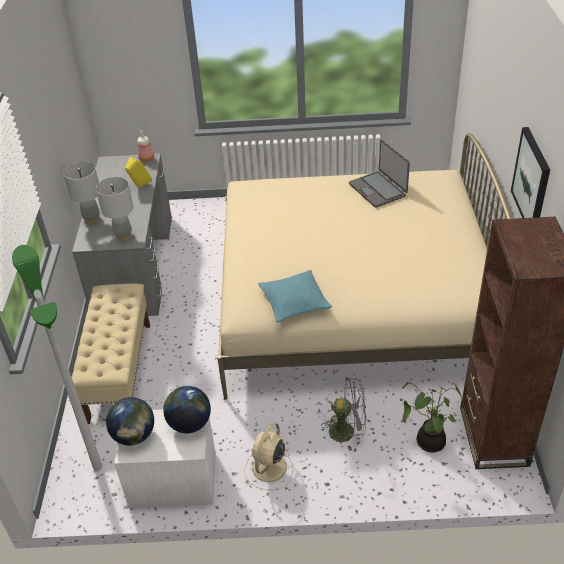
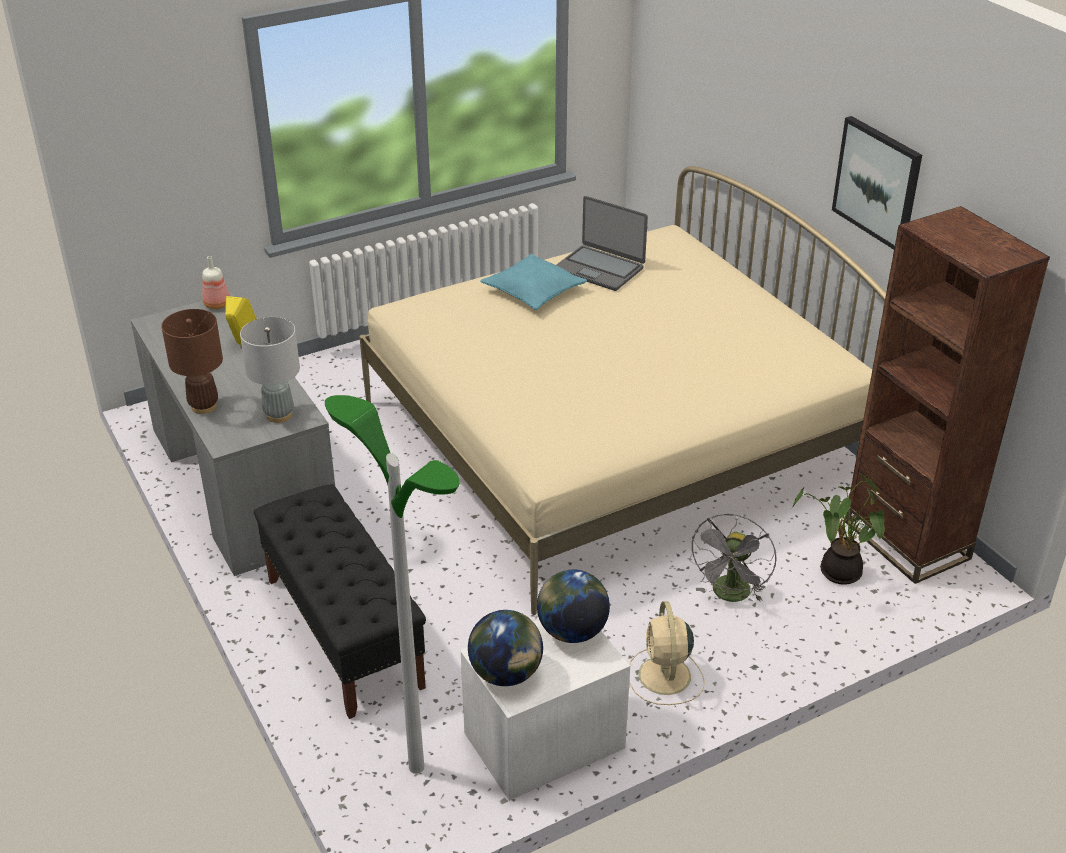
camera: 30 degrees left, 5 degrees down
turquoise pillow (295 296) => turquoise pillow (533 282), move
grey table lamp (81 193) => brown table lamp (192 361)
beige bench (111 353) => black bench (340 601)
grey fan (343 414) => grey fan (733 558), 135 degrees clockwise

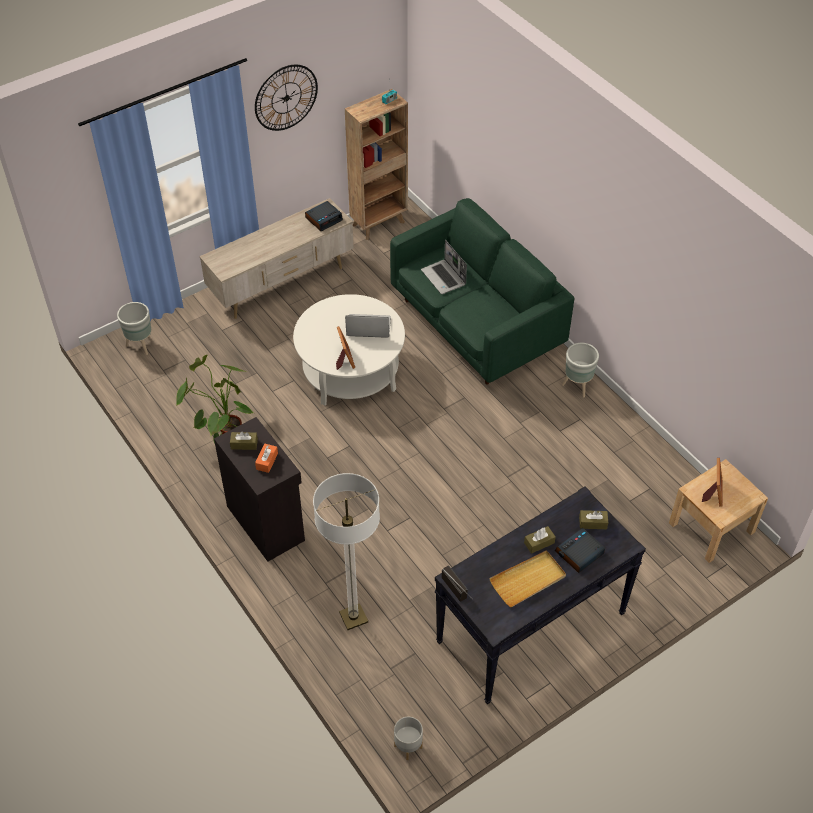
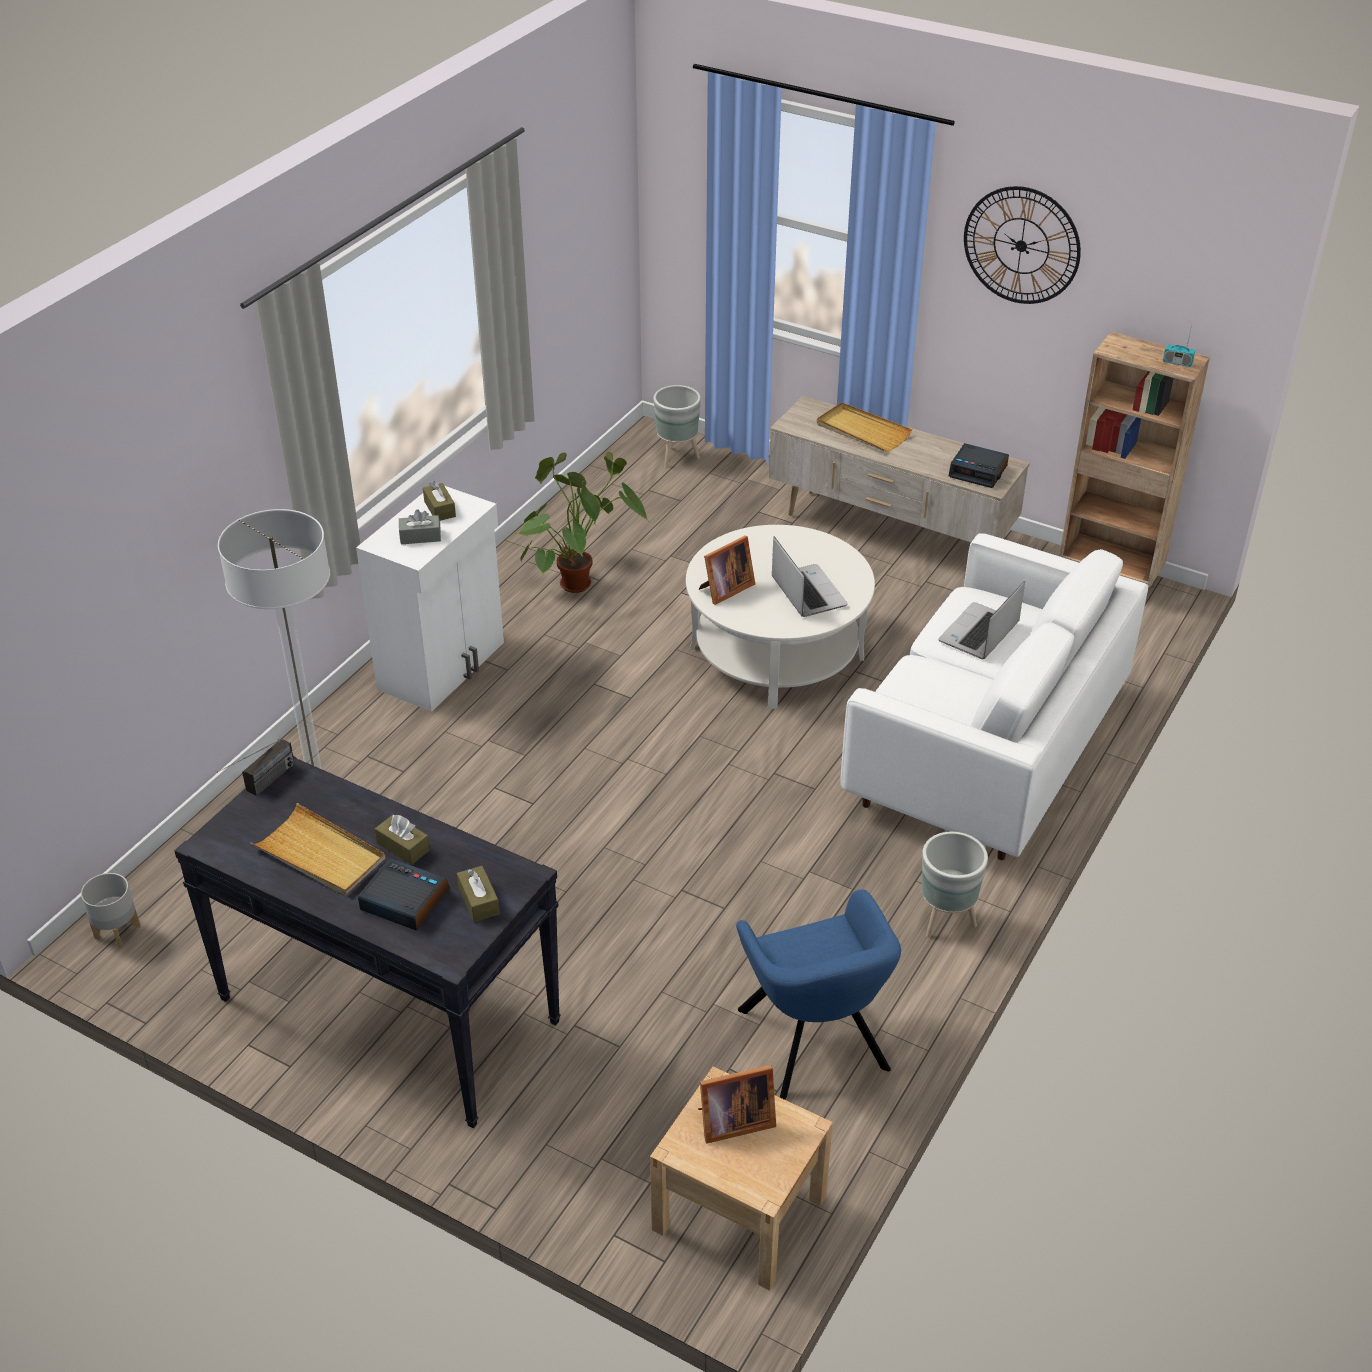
camera: 65 degrees right, 10 degrees down
nothing => blue armchair (818 994)
nothing => beige tray (864 427)
black cabinet (259 489) => white cabinet (430 599)
orange tissue box (266 458) => grey tissue box (420 526)
green sofa (482 291) => white sofa (994 696)

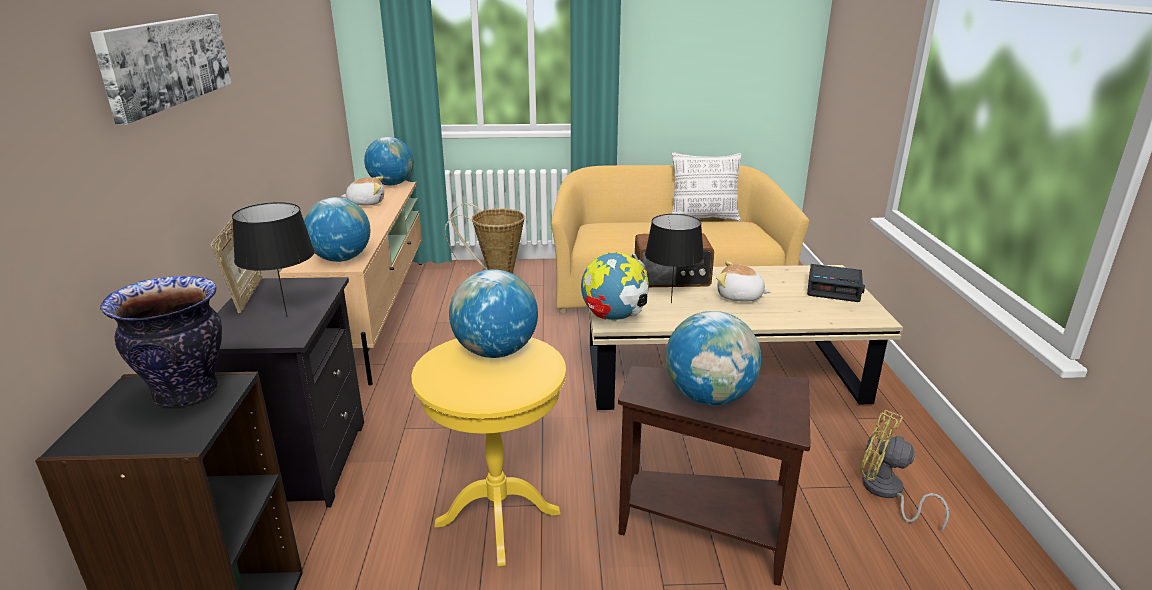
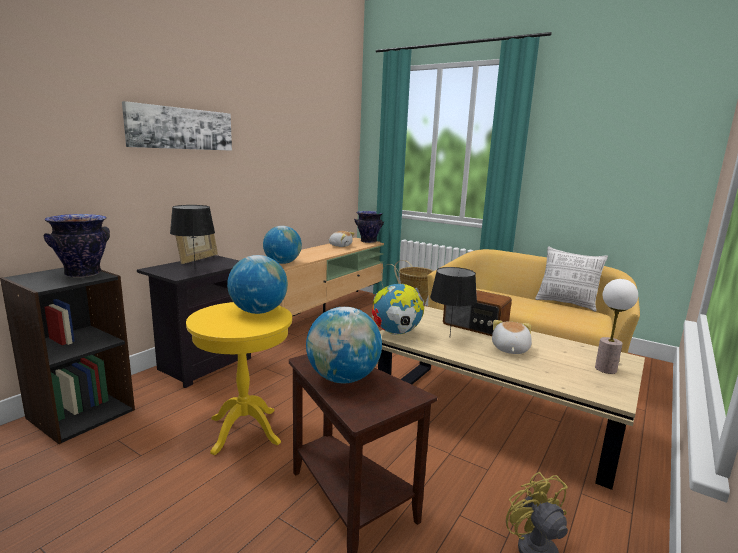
camera: 35 degrees right, 10 degrees down
globe (389 161) => vase (369 227)
alarm clock (836 283) => table lamp (616 326)
plush toy (743 281) => plush toy (512 337), 45 degrees clockwise

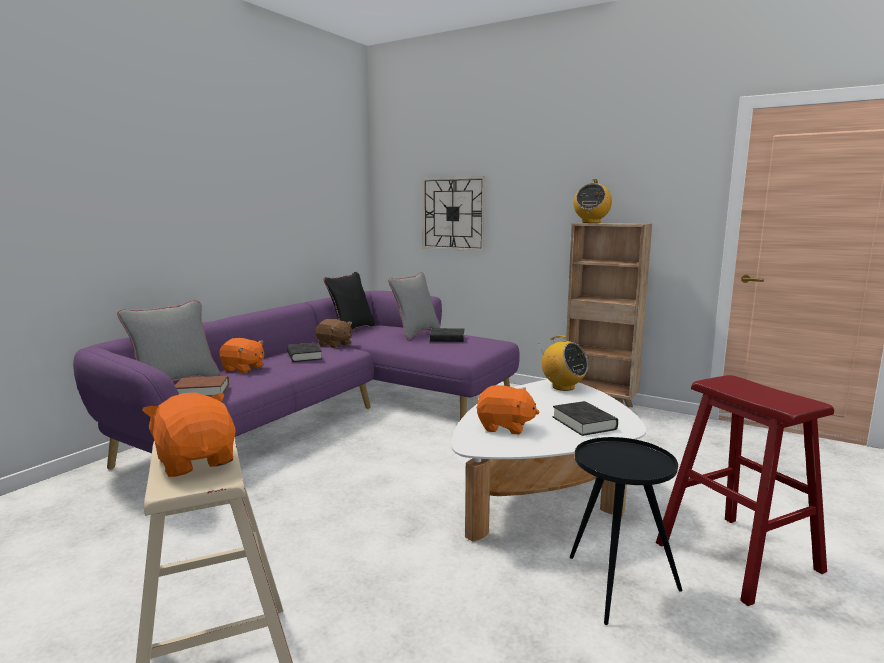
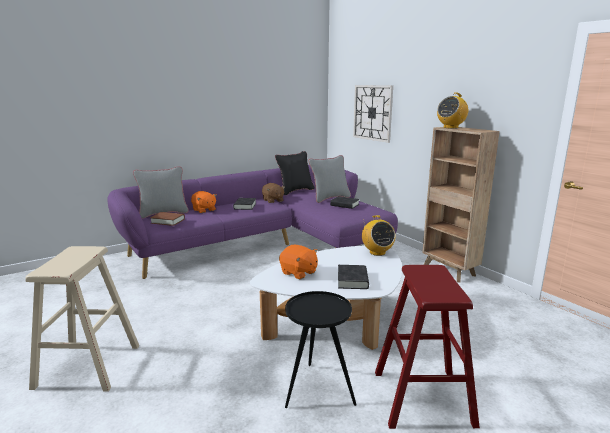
camera: 25 degrees right, 5 degrees up
orange plush toy (189 435) => nothing

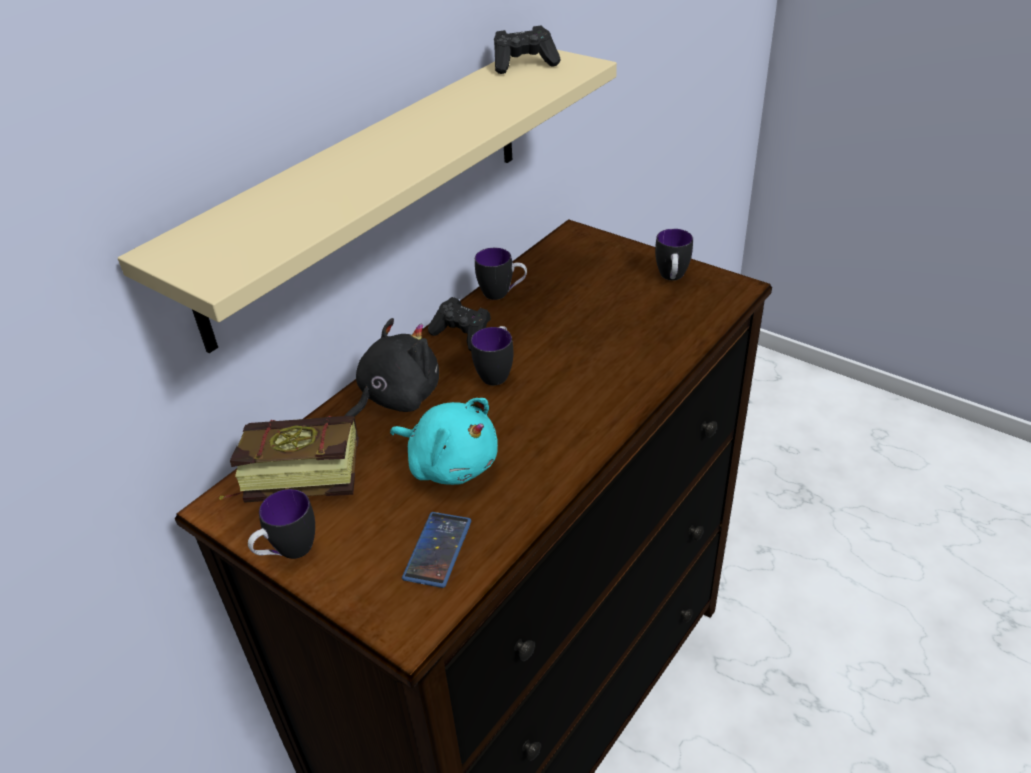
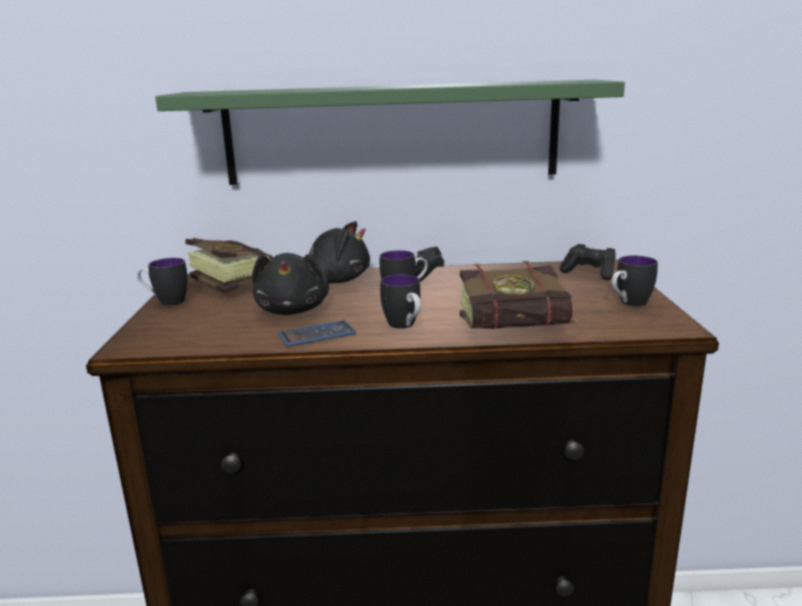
camera: 50 degrees right, 20 degrees down
nothing => book (518 295)
phone (436 550) => phone (317 333), move
mug (501 274) => mug (400 301), move
black game controller (527 49) => black game controller (588 262), move
beige shelf (367 201) => green shelf (390 132)
turquoise plush toy (444 441) => black plush toy (290 284)

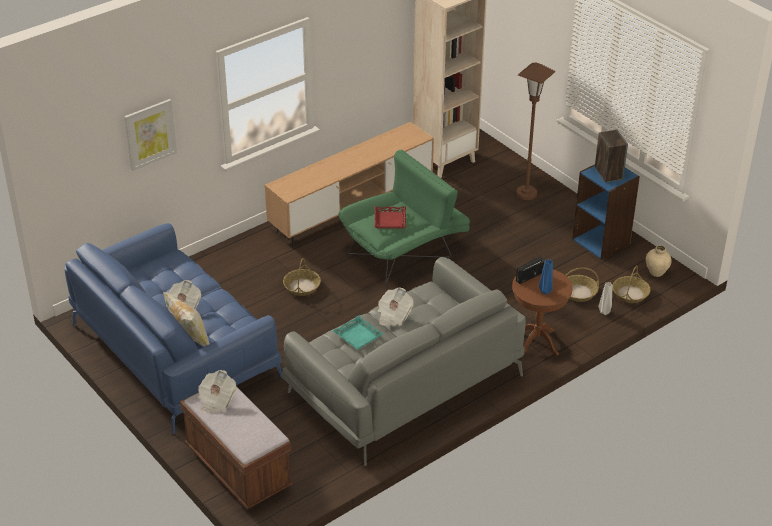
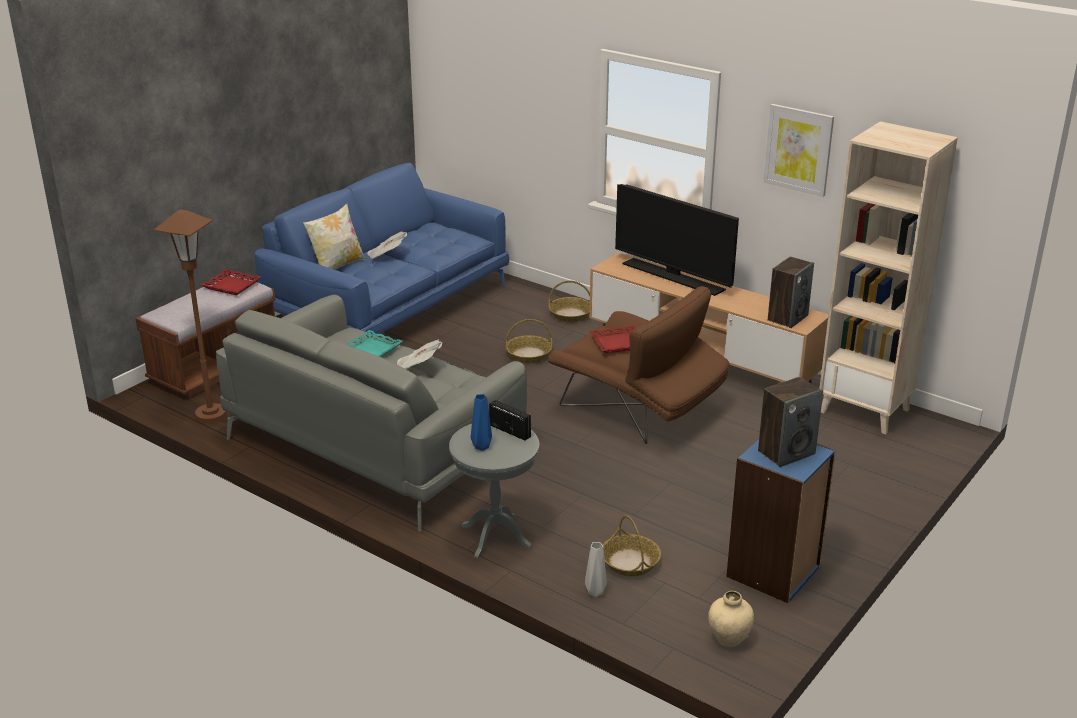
camera: 75 degrees right, 10 degrees down
nothing => television (677 240)
nothing => speaker (791 292)
picture (150 135) => picture (798 150), move
brown floor lamp (536 131) => brown floor lamp (190 316), move
basket (631 284) => basket (569 301), move
newspaper (217 391) => red tray (231 282)
green armchair (404 217) => brown armchair (639 365)
brown side table (542 312) => grey side table (494 491)

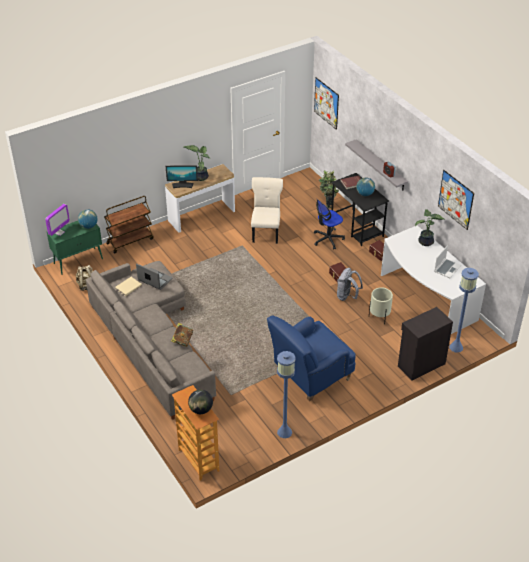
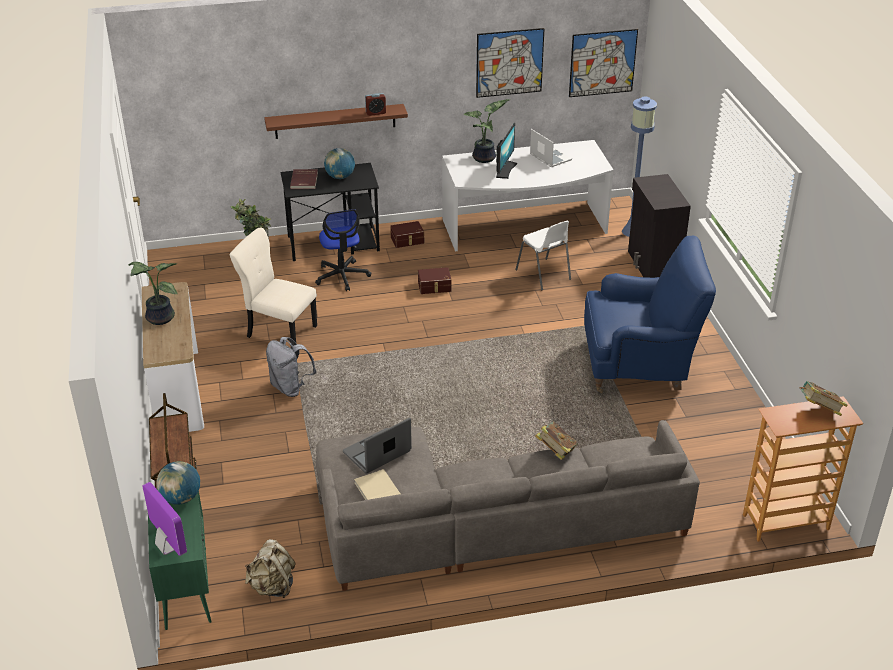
camera: 70 degrees left, 5 degrees down
blue floor lamp (286 394) => nothing
monitor (182 176) => monitor (506 151), move
picture (326 103) => picture (603 63), move
grey backpack (350 284) => grey backpack (291 367), move
globe (200 402) => book (823 398)
beige planter (381 306) => white chair (543 255)
grey shelf (376 165) => brown shelf (336 121)
blue armchair (311 358) => blue armchair (650 314), 75 degrees counterclockwise

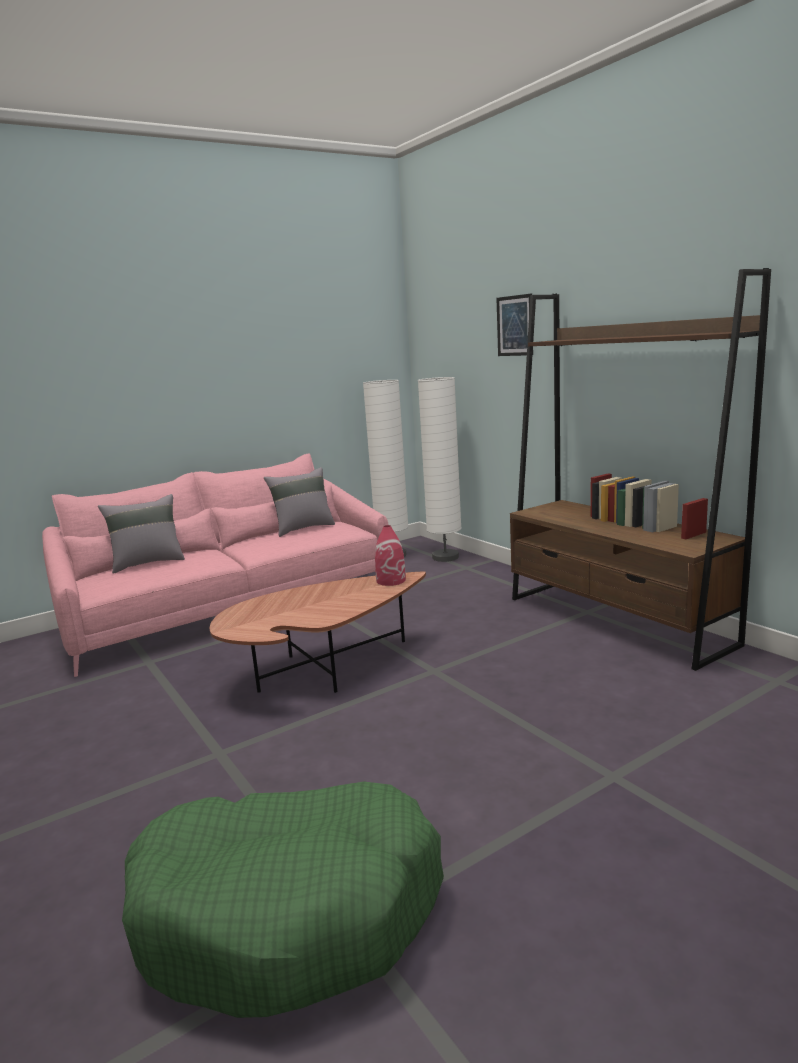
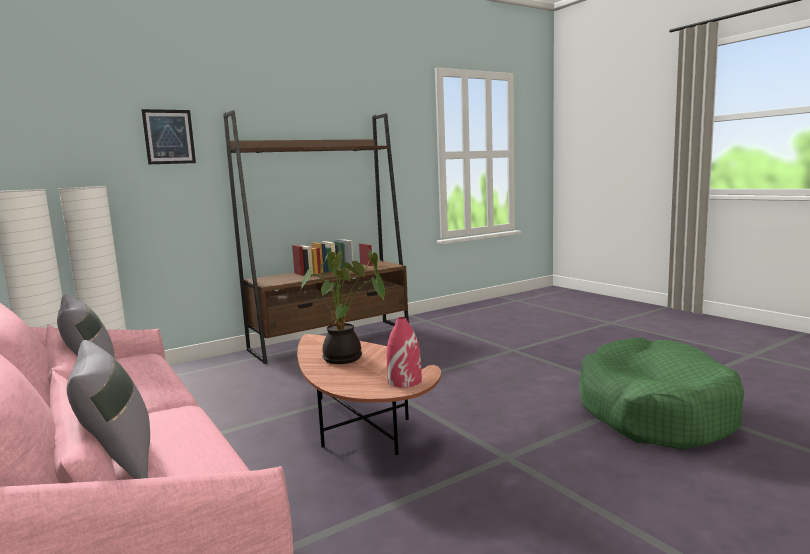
camera: 90 degrees left, 5 degrees down
nothing => potted plant (343 307)
red vase (390 555) => red vase (404 352), move

